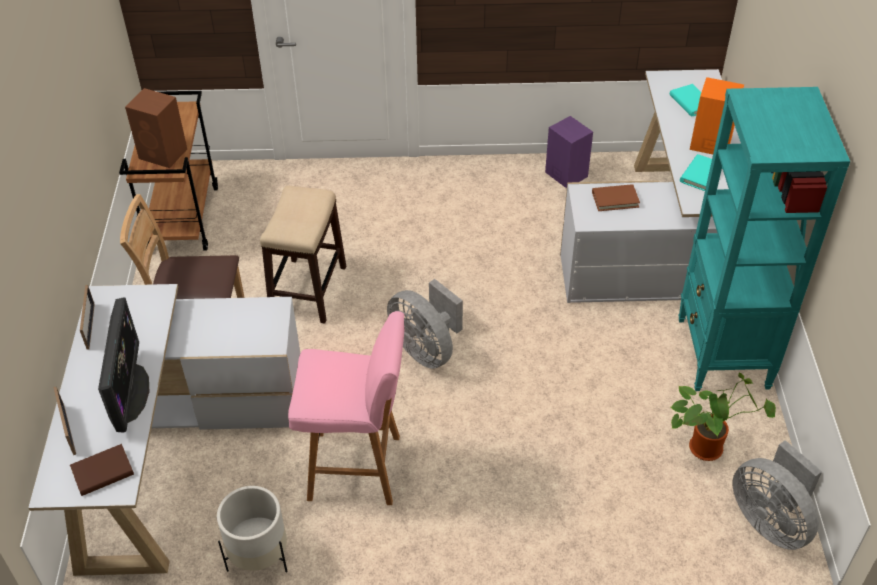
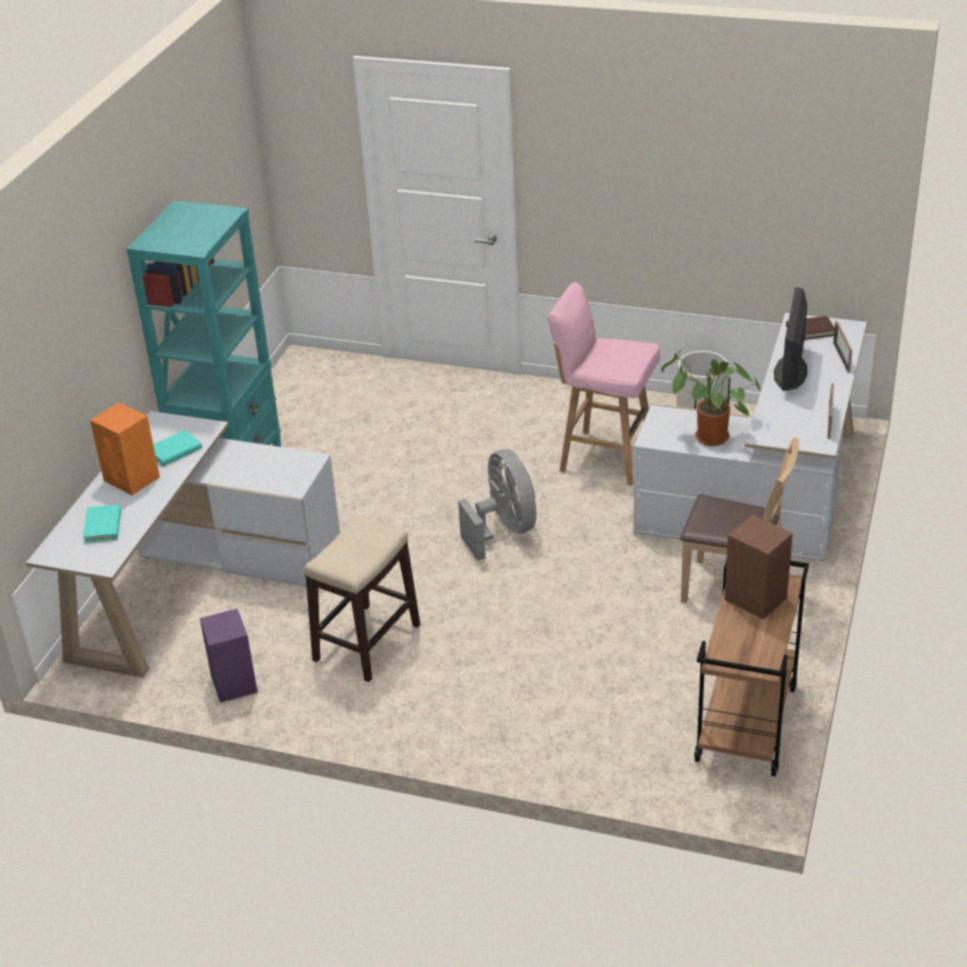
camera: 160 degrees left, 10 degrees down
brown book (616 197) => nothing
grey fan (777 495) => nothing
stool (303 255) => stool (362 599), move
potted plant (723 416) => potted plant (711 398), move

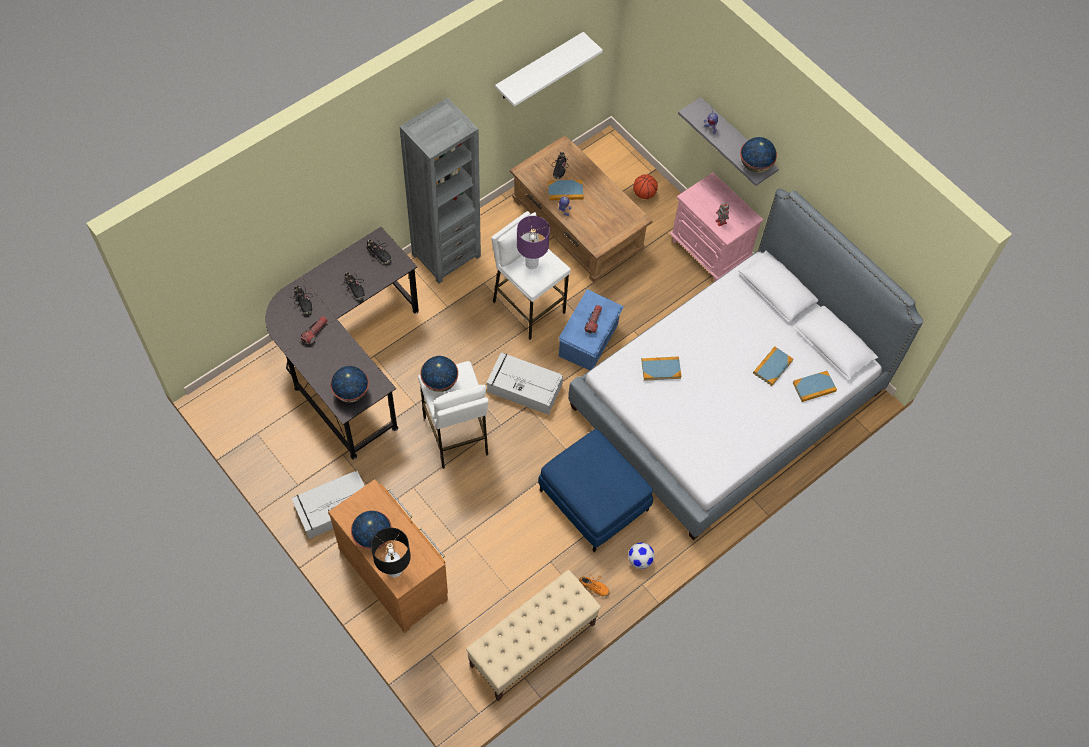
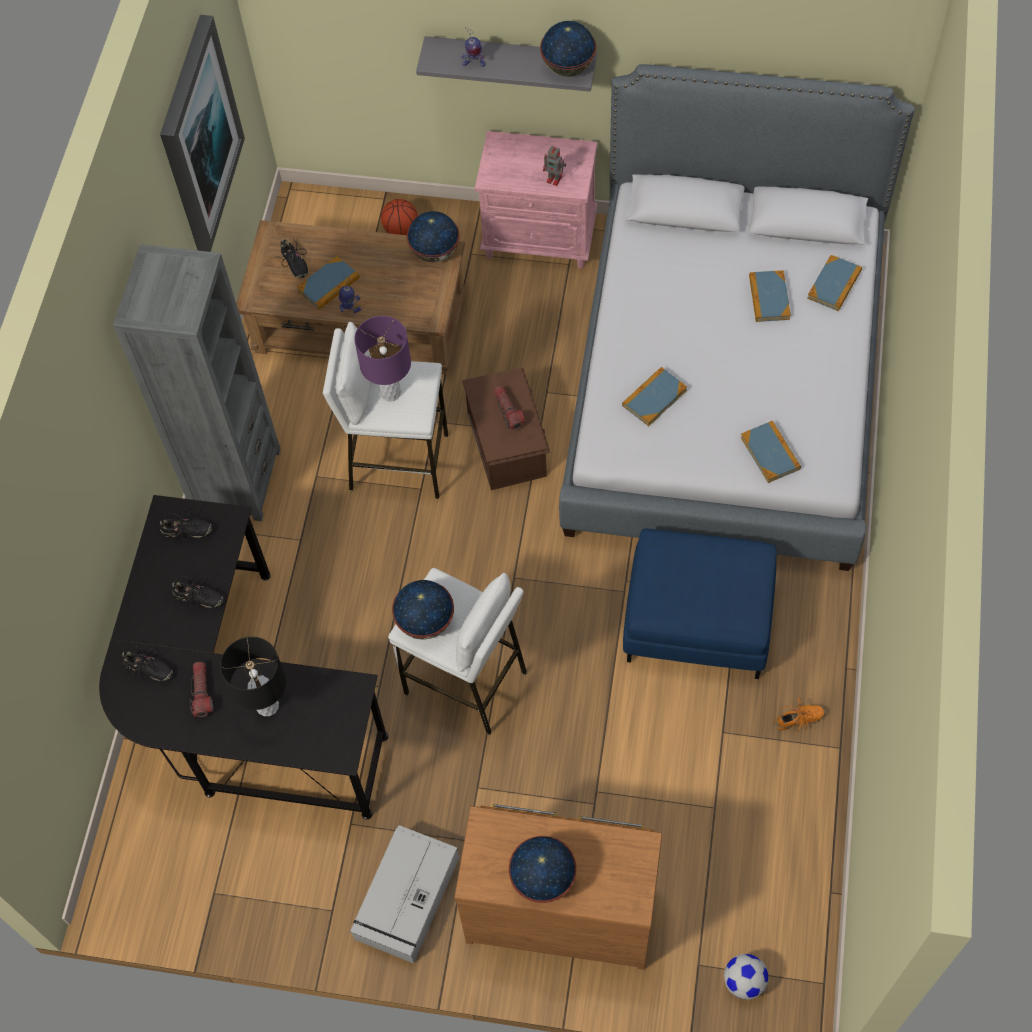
camera: 35 degrees left, 0 degrees up
beige bench (533 635) => nothing
grey storage box (524 383) => nothing
nothing => book (771 452)
globe (349 384) => globe (433 236), move
black table lamp (391 553) => black table lamp (253 676), move
football (641 556) => football (746 977), move
white shelf (549 69) => picture (202 133)
blue storage box (591 329) => brown storage box (506 429)

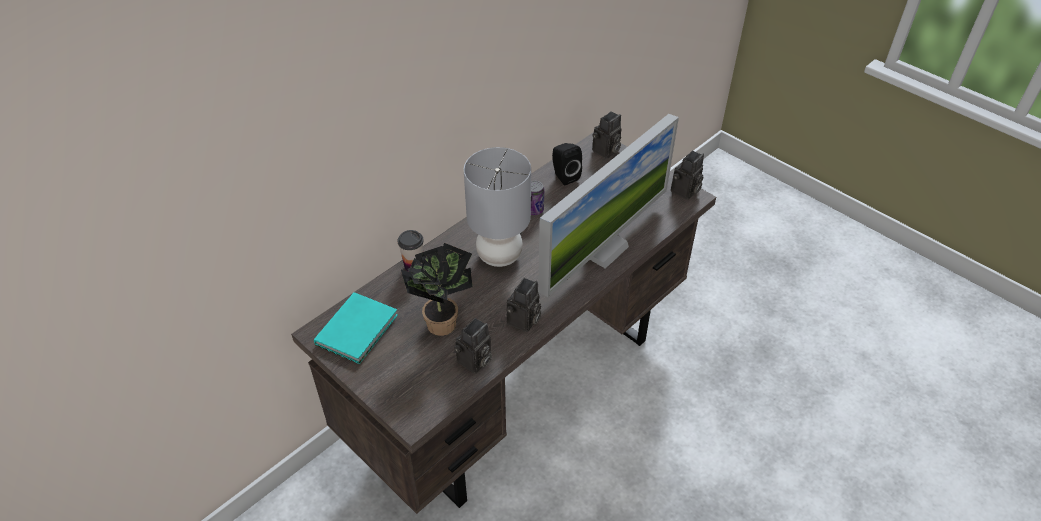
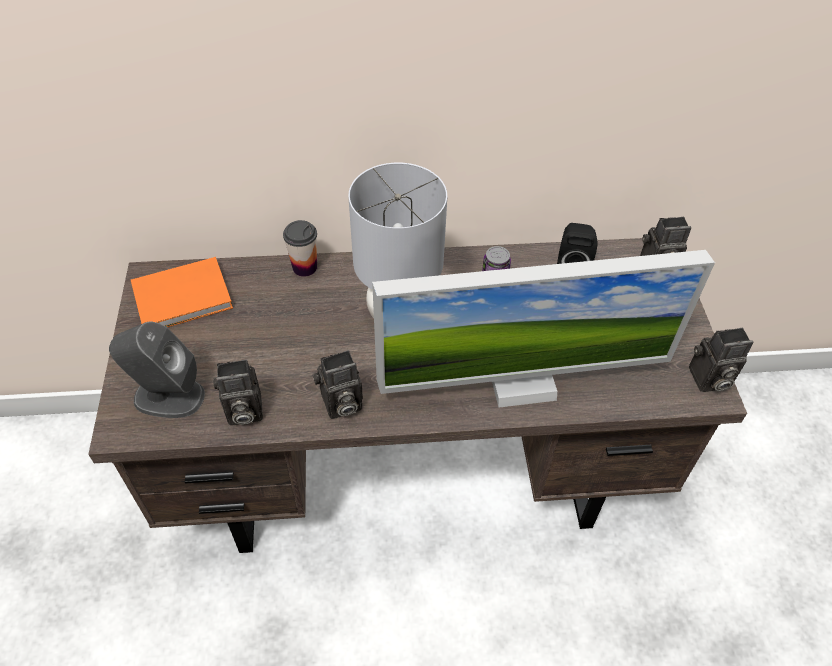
camera: 40 degrees right, 5 degrees up
potted plant (437 289) => nothing
nothing => grey speaker (157 370)
turquoise book (356 328) => orange book (182 292)

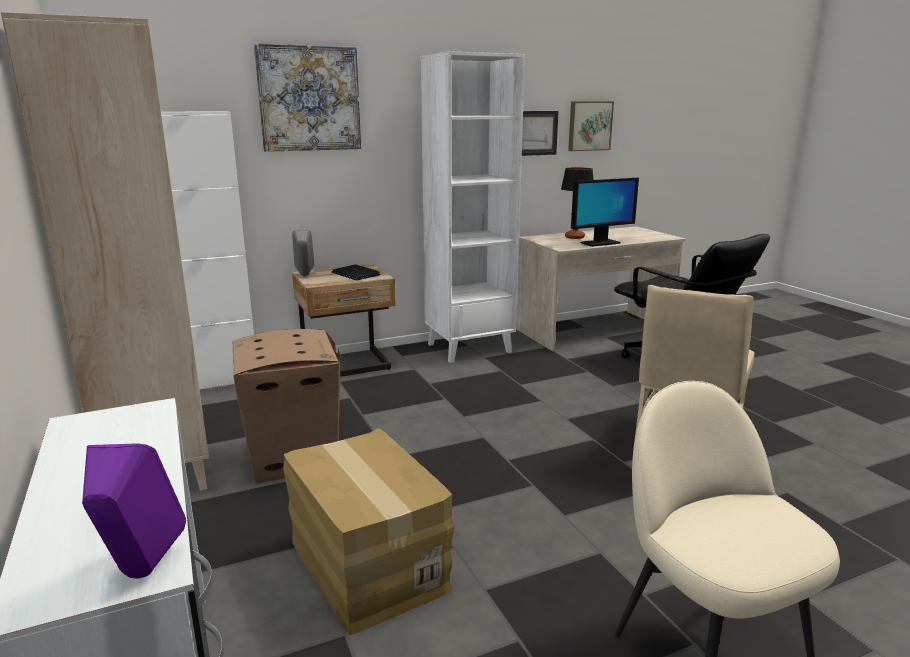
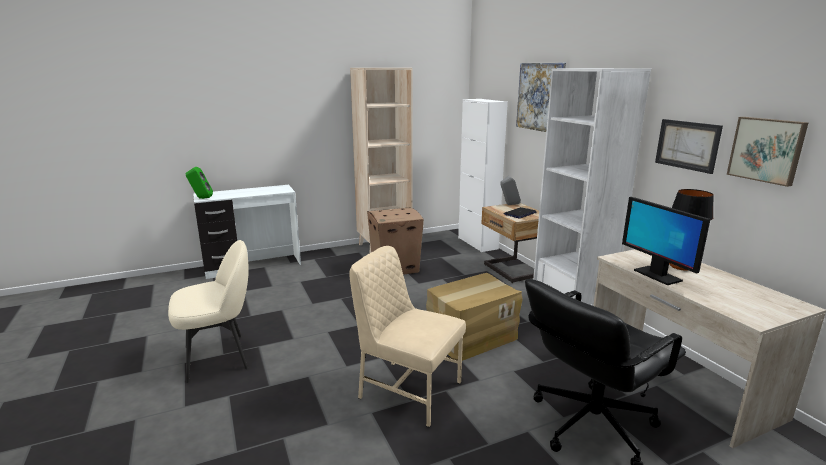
camera: 90 degrees right, 0 degrees up
cardboard box (368 531) => cardboard box (474 317), move
purple speaker (134 511) => green speaker (199 183)

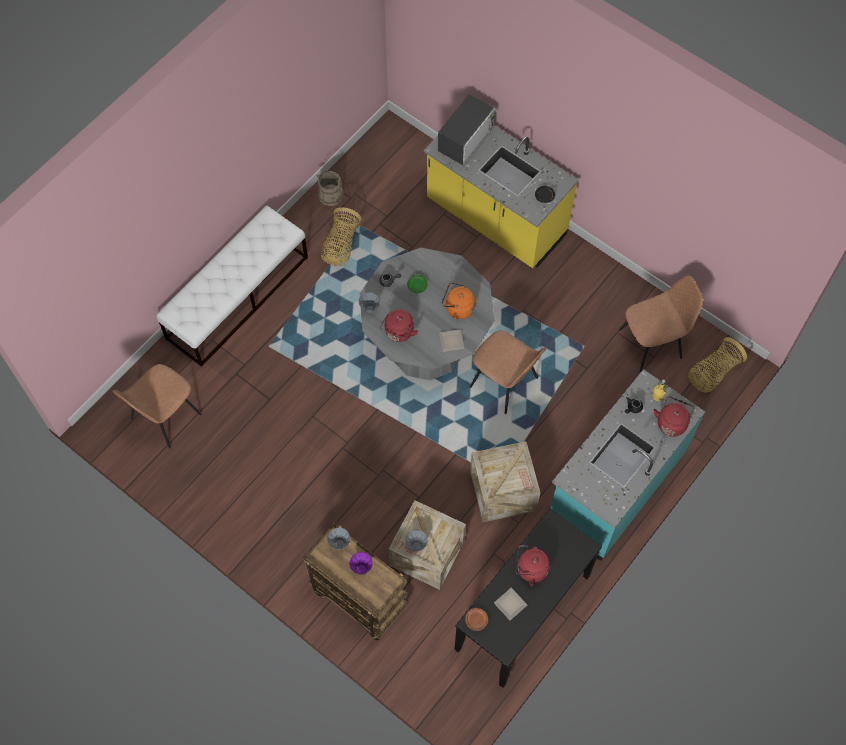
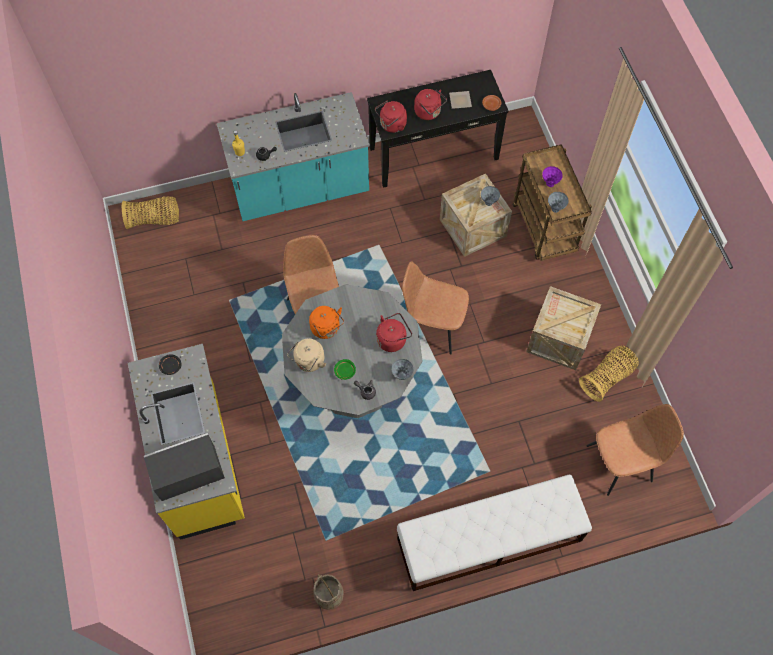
camera: 145 degrees left, 0 degrees up
plate (452 340) => nothing
nothing => beige kettle (306 355)
basket (341 236) => basket (609 373), move
crate (505 481) => crate (563 328), move
brown chair (661 324) => brown chair (435 308), move
red kettle (674 416) => red kettle (391 117), move

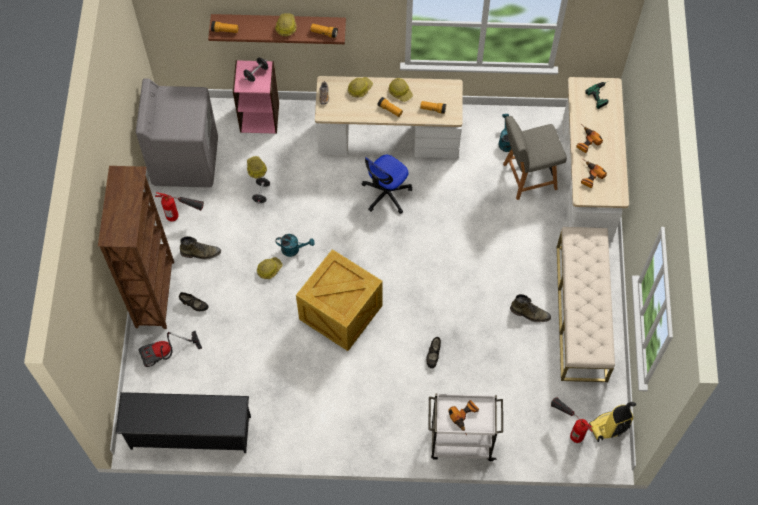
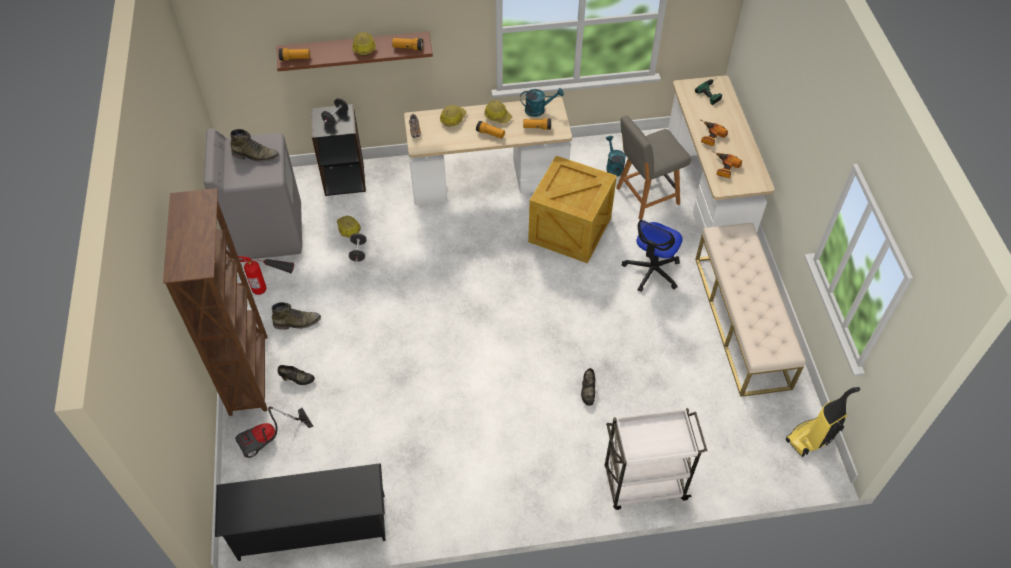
camera: 10 degrees left, 10 degrees down
hard hat (270 268) => nothing
power drill (463 417) => nothing
fire extinguisher (572 420) => nothing
turquoise watering can (295 245) => turquoise watering can (542 102), move
crate (339 300) => crate (572 209), move
office chair (387 184) => office chair (652 256), move
green boot (530 308) => green boot (255 145), move
pink bookcase (256 97) => black bookcase (338 150)

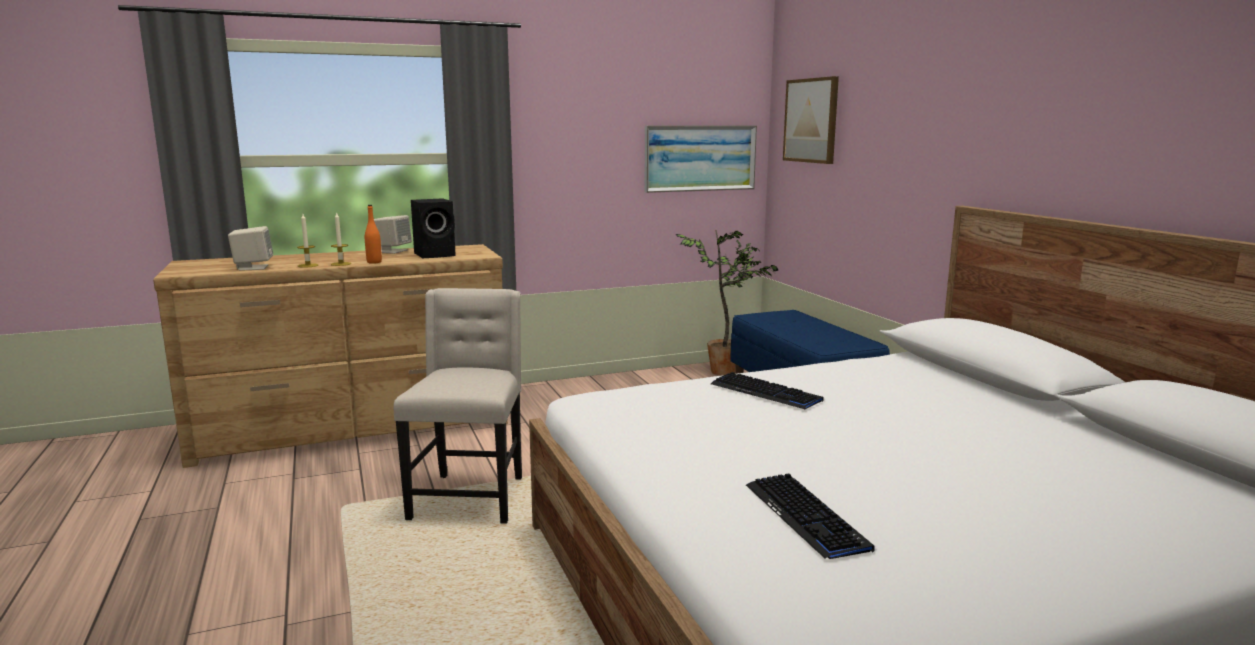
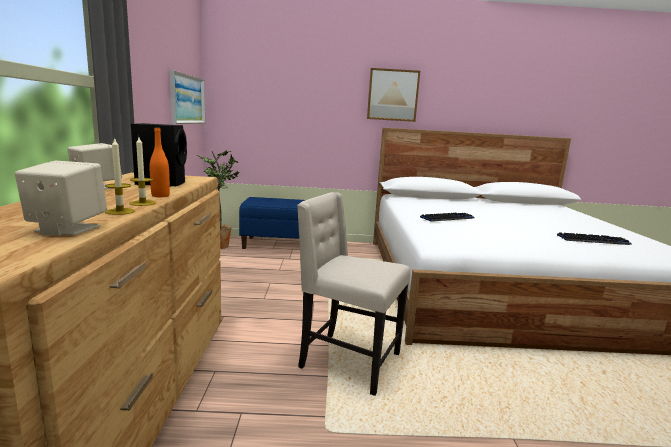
camera: 70 degrees left, 0 degrees up
picture (811 120) => picture (393 95), move

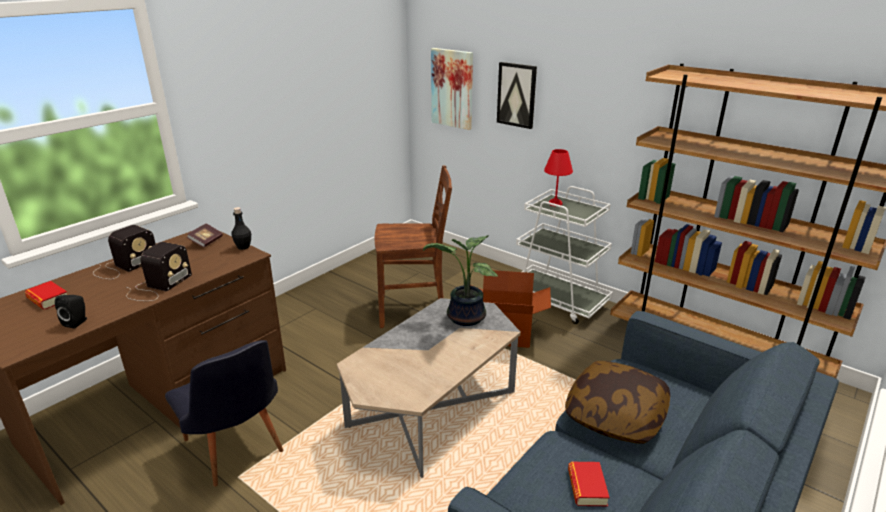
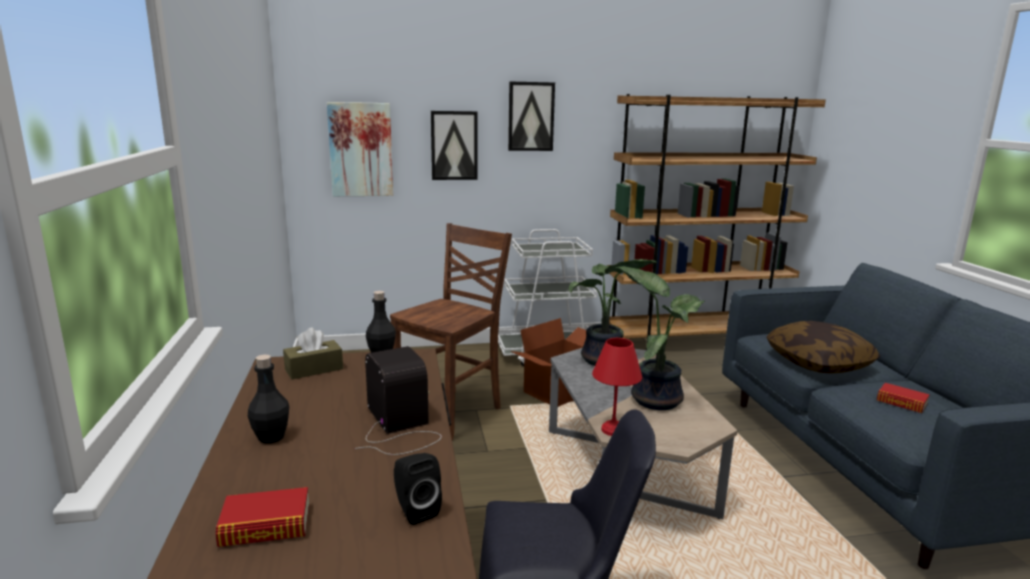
camera: 50 degrees left, 10 degrees down
nothing => picture (531 116)
nothing => potted plant (660 338)
red table lamp (558 177) => red table lamp (617 387), move
radio (124 252) => black bottle (268 399)
book (205 235) => brown tissue box (313 353)

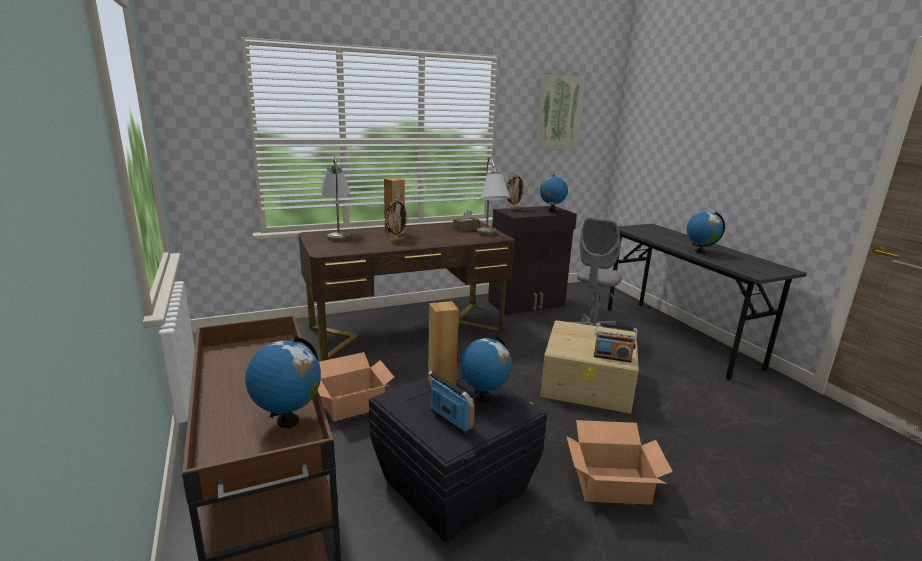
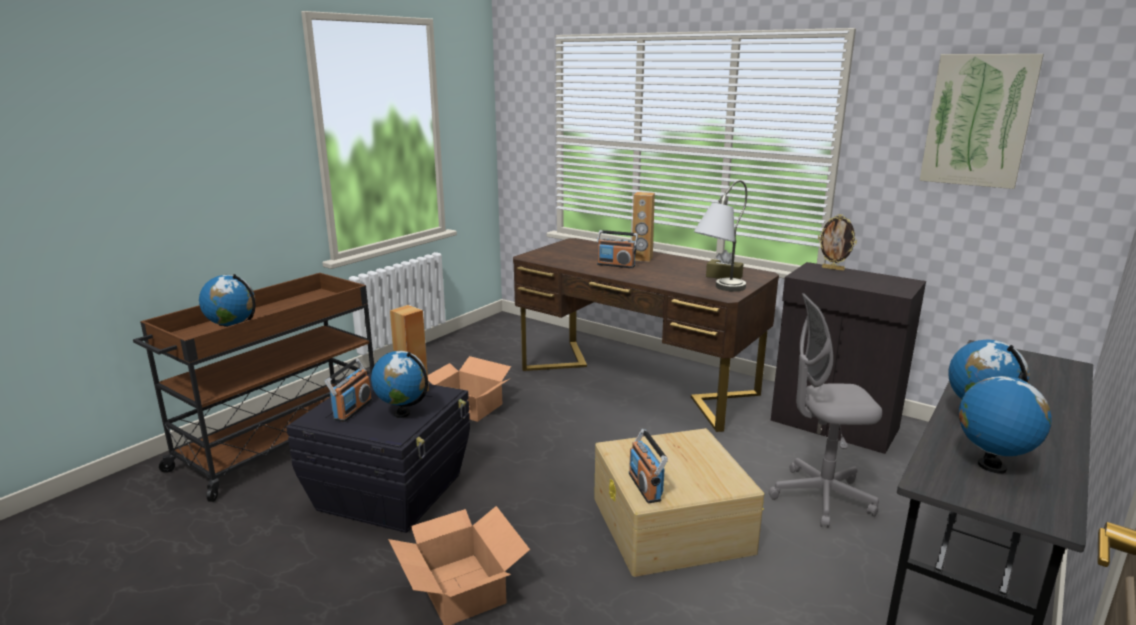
camera: 60 degrees right, 0 degrees up
grey table lamp (335 199) => nothing
globe (554 193) => globe (1005 423), move
picture frame (397 220) => radio (617 249)

